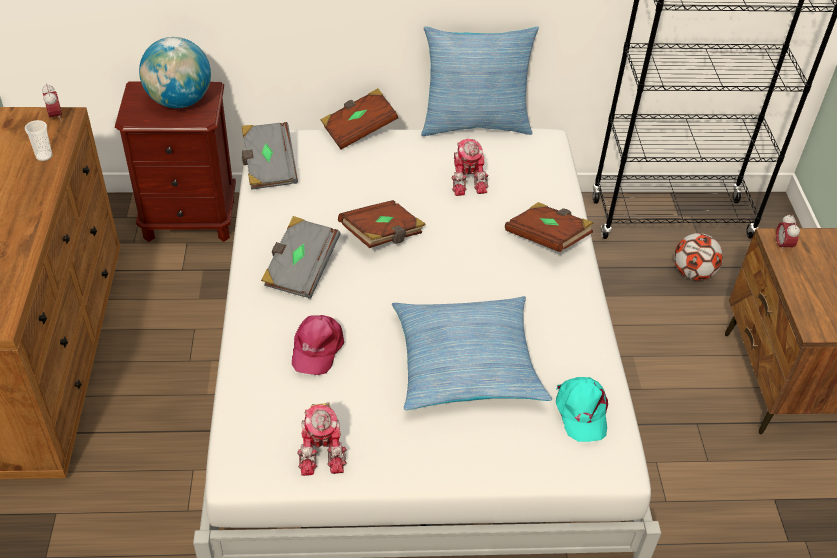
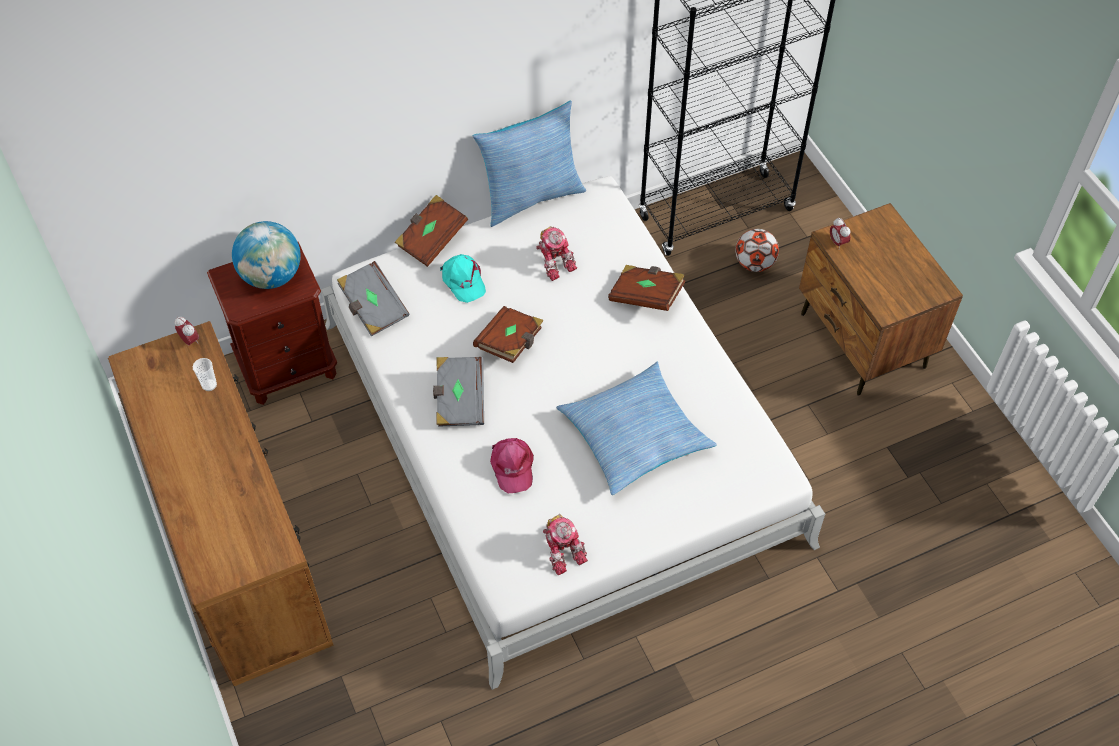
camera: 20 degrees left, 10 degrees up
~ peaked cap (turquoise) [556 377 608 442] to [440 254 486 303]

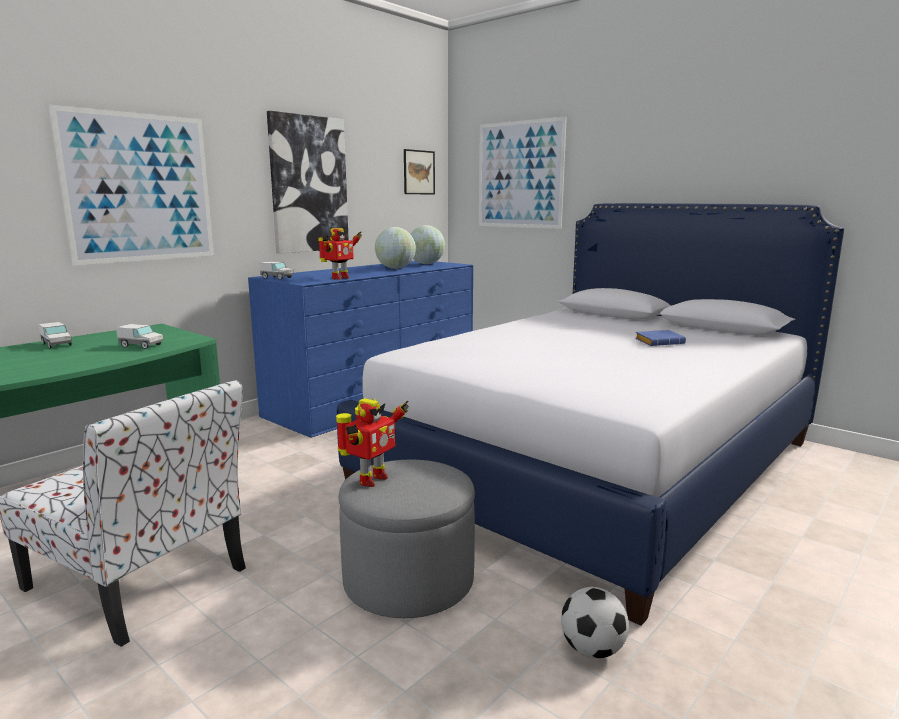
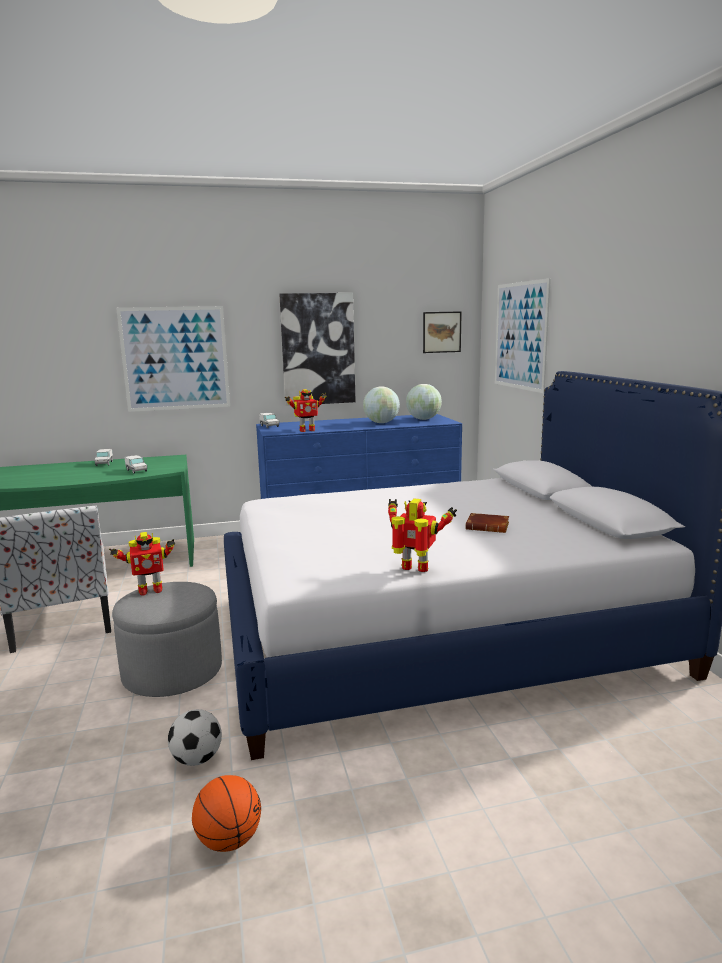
camera: 35 degrees right, 0 degrees up
~ volume (bluish) [635 330 686 346] to volume (brownish) [465 513 509 533]
+ model robot [388 498 457 572]
+ basketball ball [192 775 261 852]

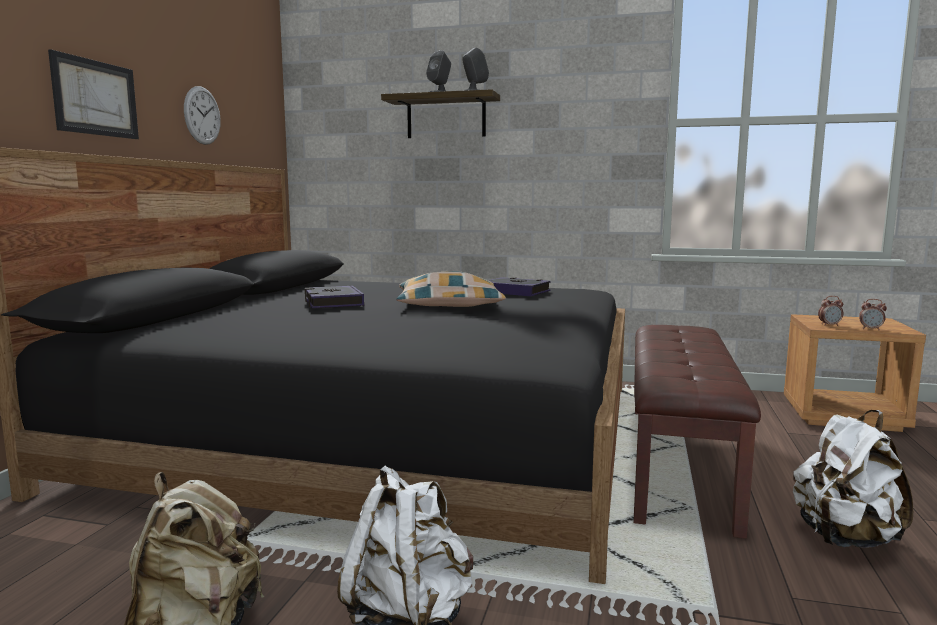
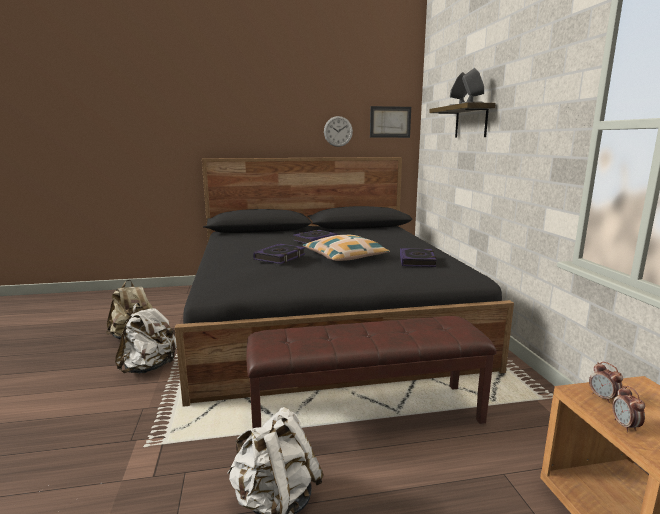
camera: 65 degrees right, 5 degrees up
~ wall art [48 49 139 139] to [370 106 411 138]
+ volume [253 244 305 264]

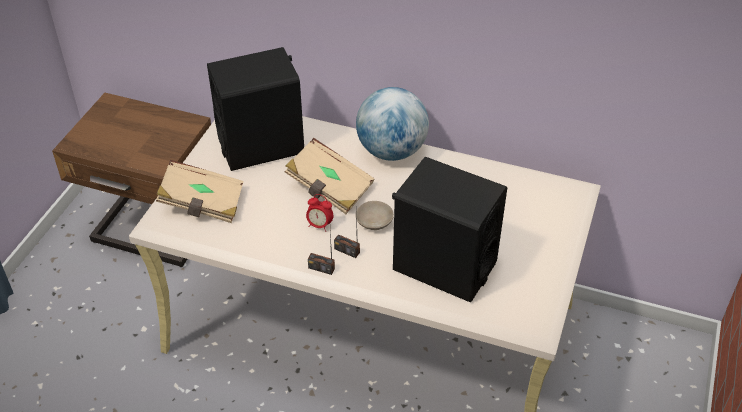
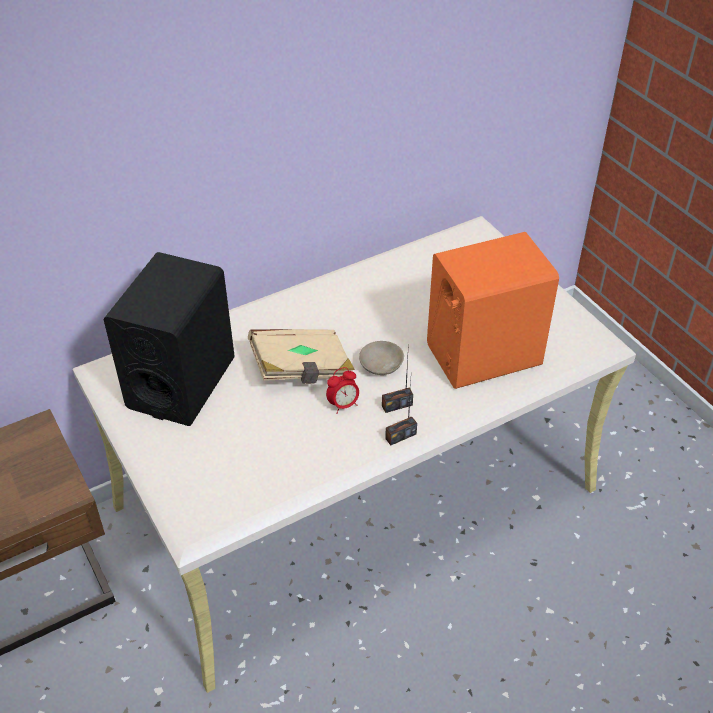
camera: 50 degrees left, 0 degrees up
- desk globe [356 87 429 161]
~ loudspeaker (black) [392 157 507 302] to loudspeaker (orange-coloured) [427 232 559 389]
- volume (beige-coloured) [156 160 244 223]

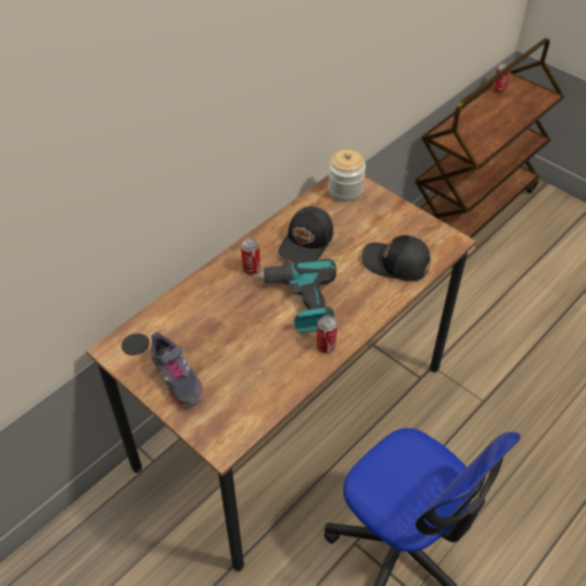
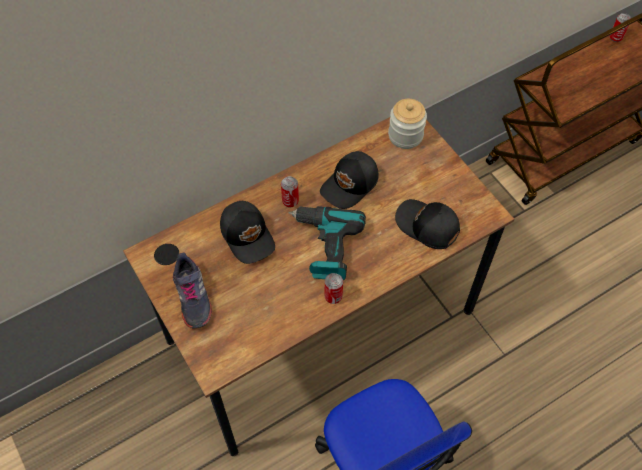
camera: 15 degrees right, 10 degrees up
+ peaked cap (black) [220 201 275 264]

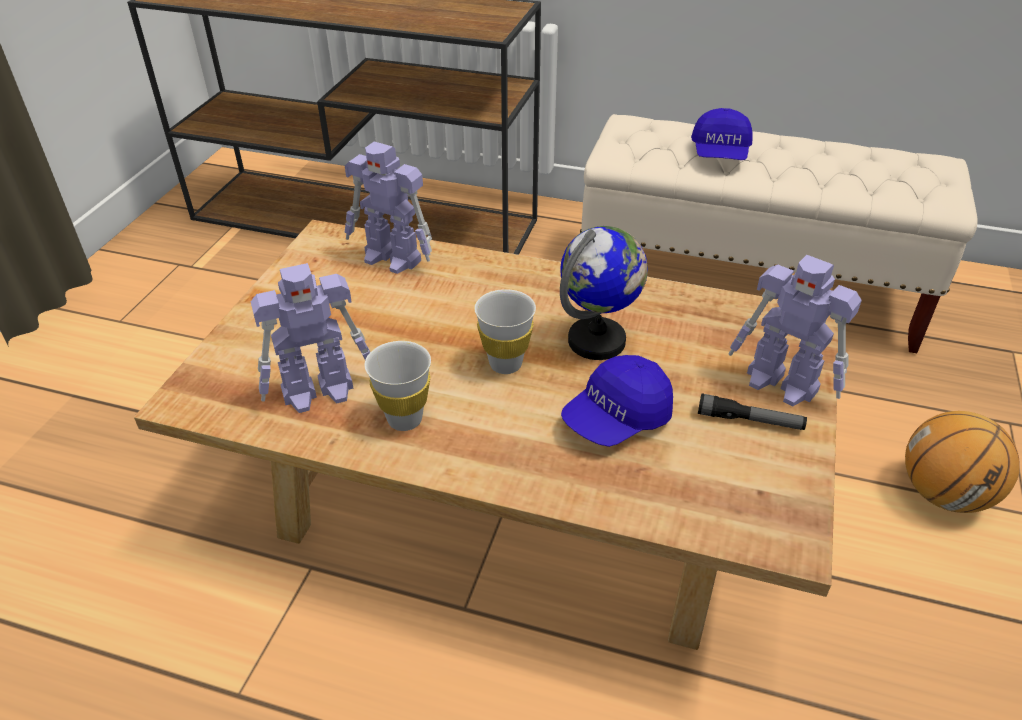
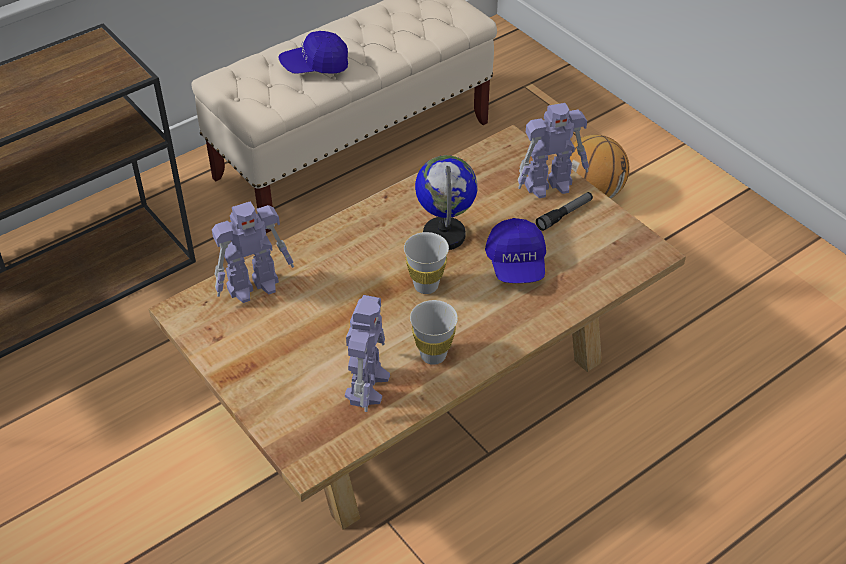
camera: 55 degrees left, 5 degrees up
~ peaked cap (bluish) [691 108 753 160] = [278 31 348 74] 120 degrees clockwise

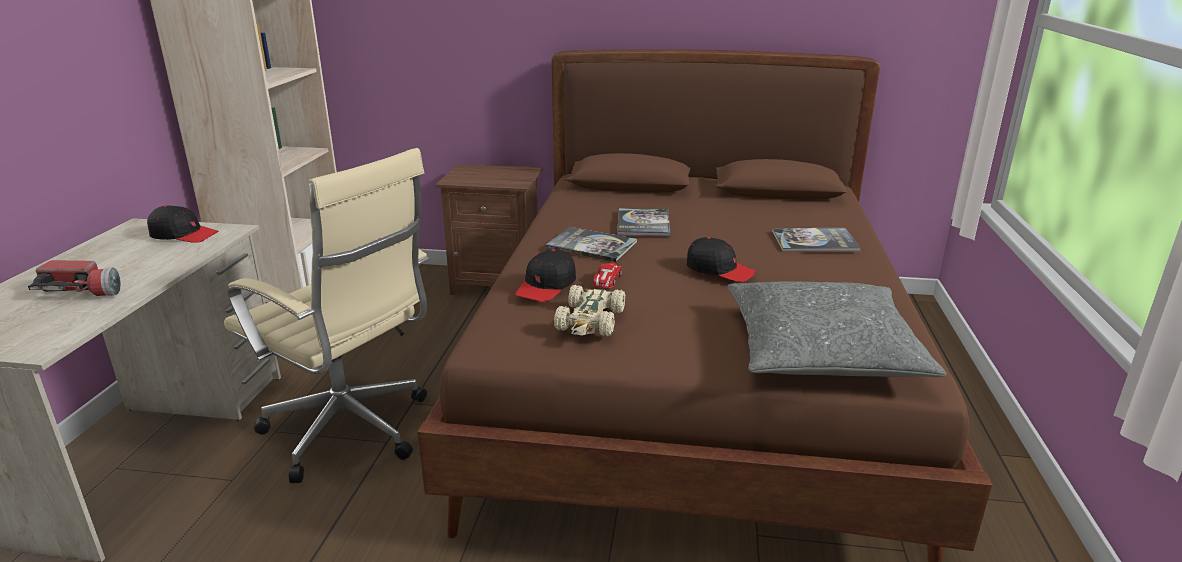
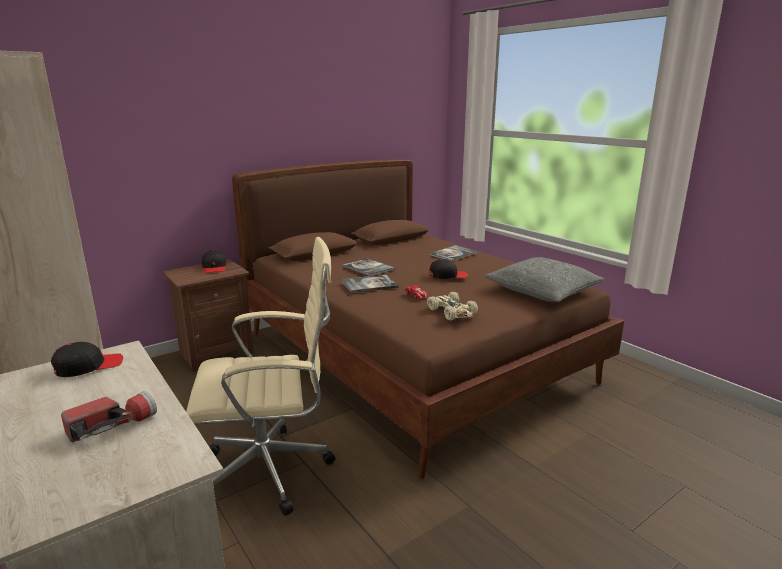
camera: 45 degrees left, 5 degrees down
~ peaked cap (black) [515 249 576 302] to [202 250 226 273]

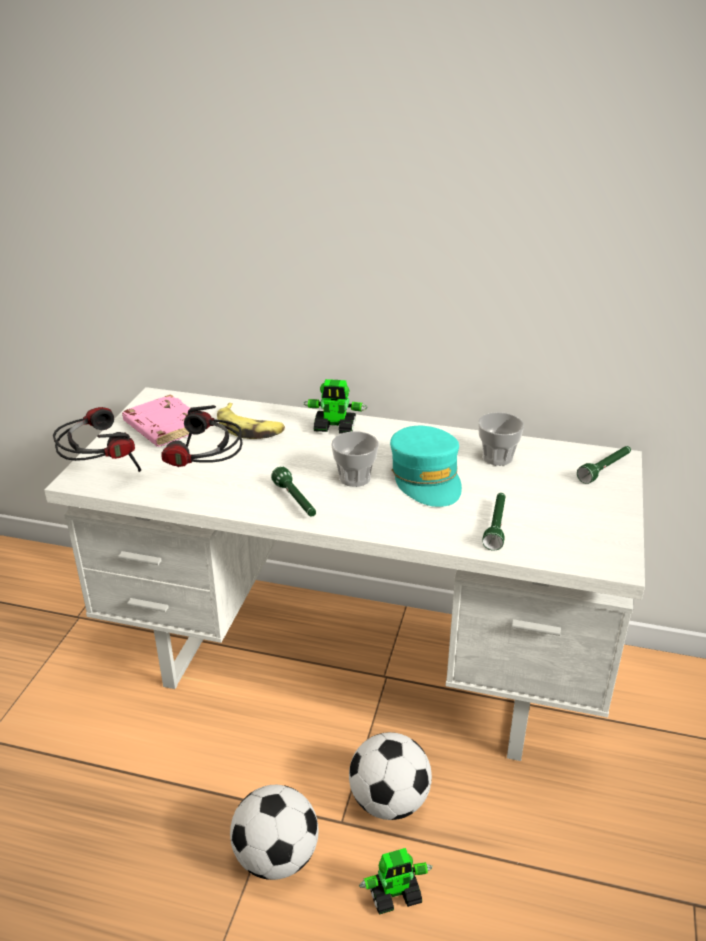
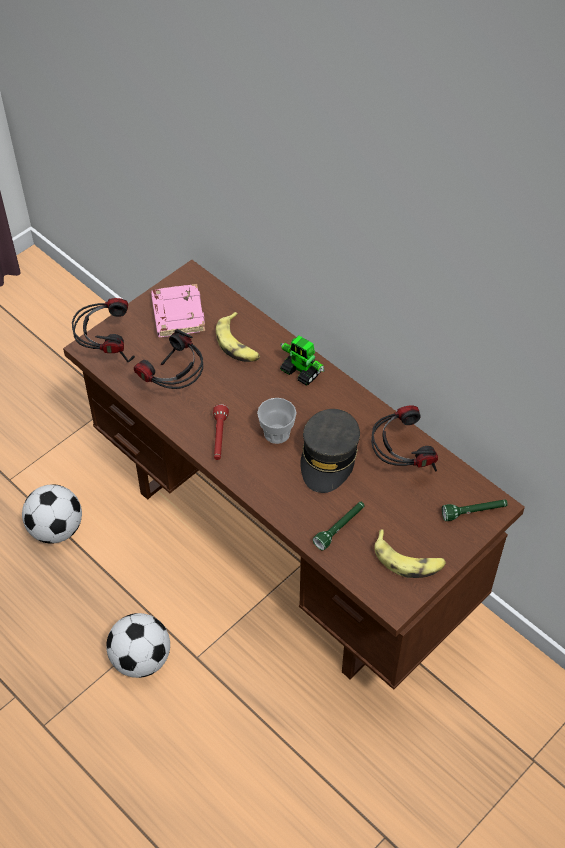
camera: 30 degrees right, 20 degrees up
~ desk (whitish) [44 387 645 761] to desk (brownish) [63 260 525 690]
~ cup [478 412 524 466] to headphones [371 405 438 472]
~ peaked cap (turquoise) [390 426 462 507] to peaked cap (greyish) [300 409 360 493]
~ torch (greenish) [271 466 316 517] to torch (reddish) [213 404 229 460]
~ ball for football [349 732 432 820] to [22 484 82 543]
- model robot [359 848 433 915]
+ banana [375 529 446 578]

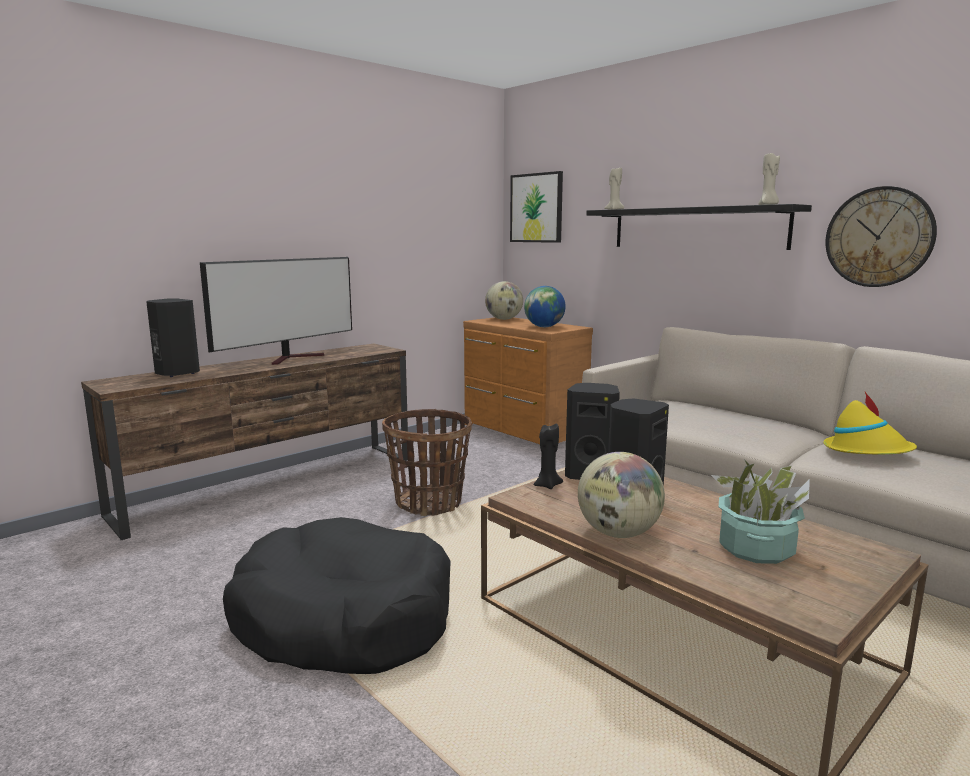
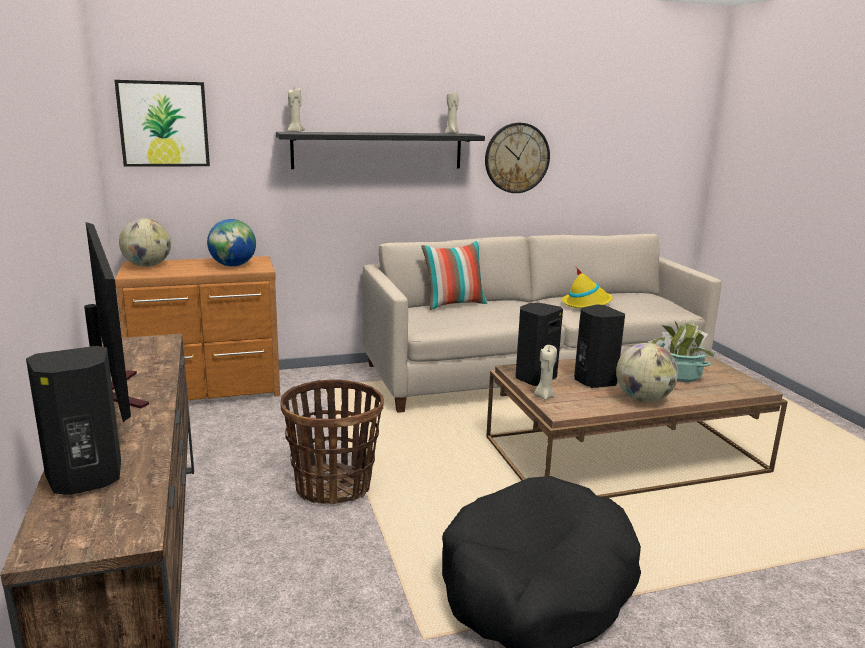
camera: 65 degrees left, 5 degrees up
~ wax light (black) [534 424 563 489] to wax light (beige-coloured) [534 345 557 400]
+ throw pillow [421 240 487 310]

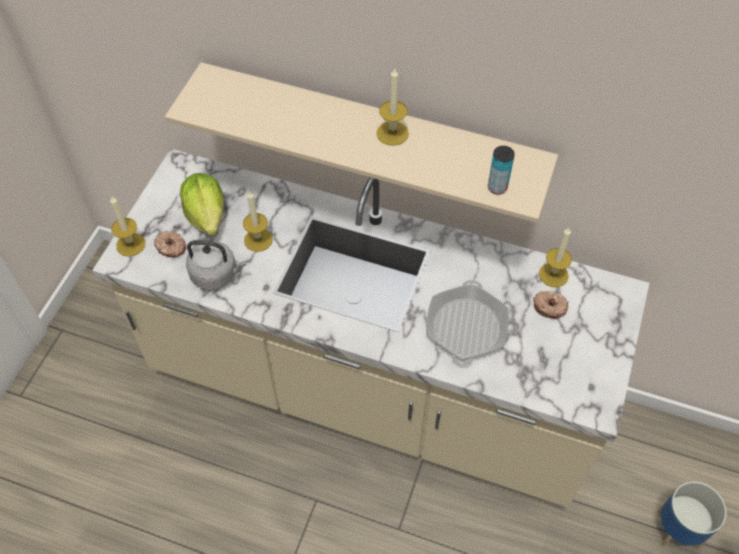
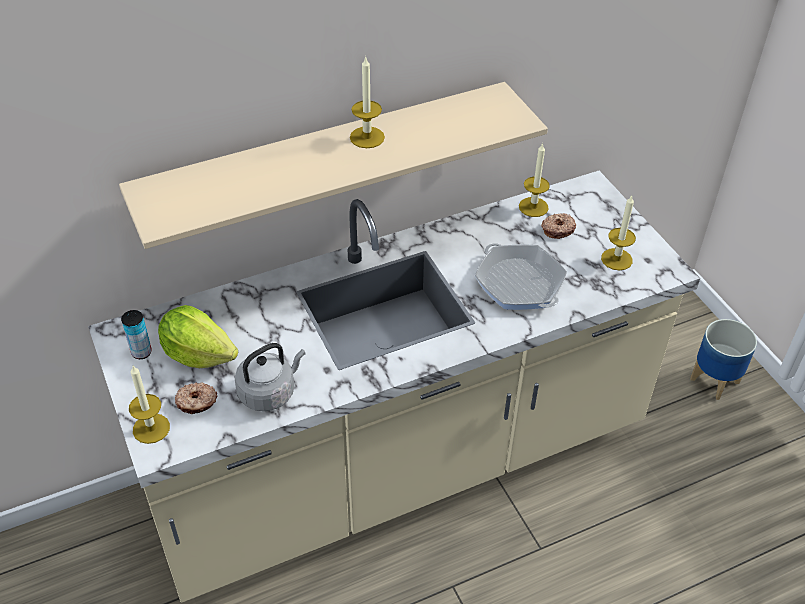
camera: 45 degrees left, 10 degrees down
~ sealed can [488 146 515 195] to [121 310 152 359]
~ wax light [243 191 273 252] to [601 195 636 271]

